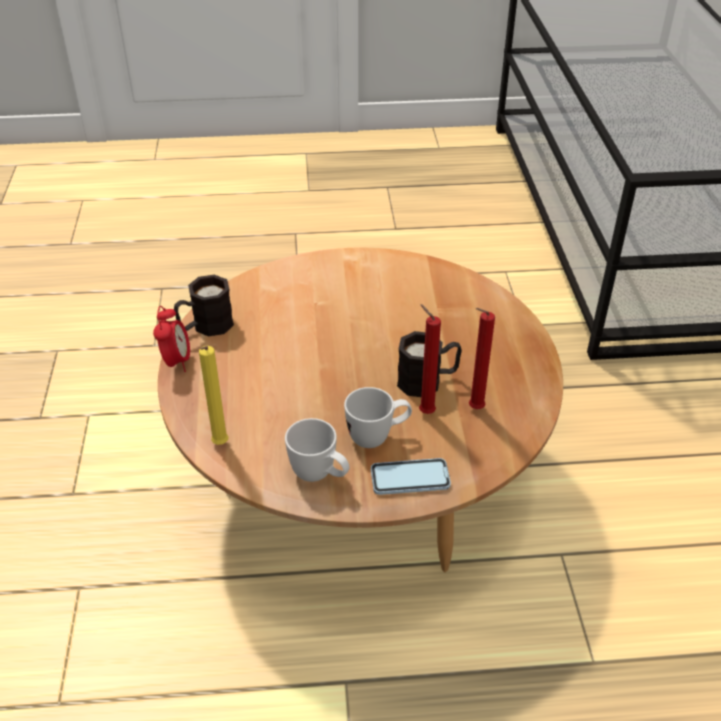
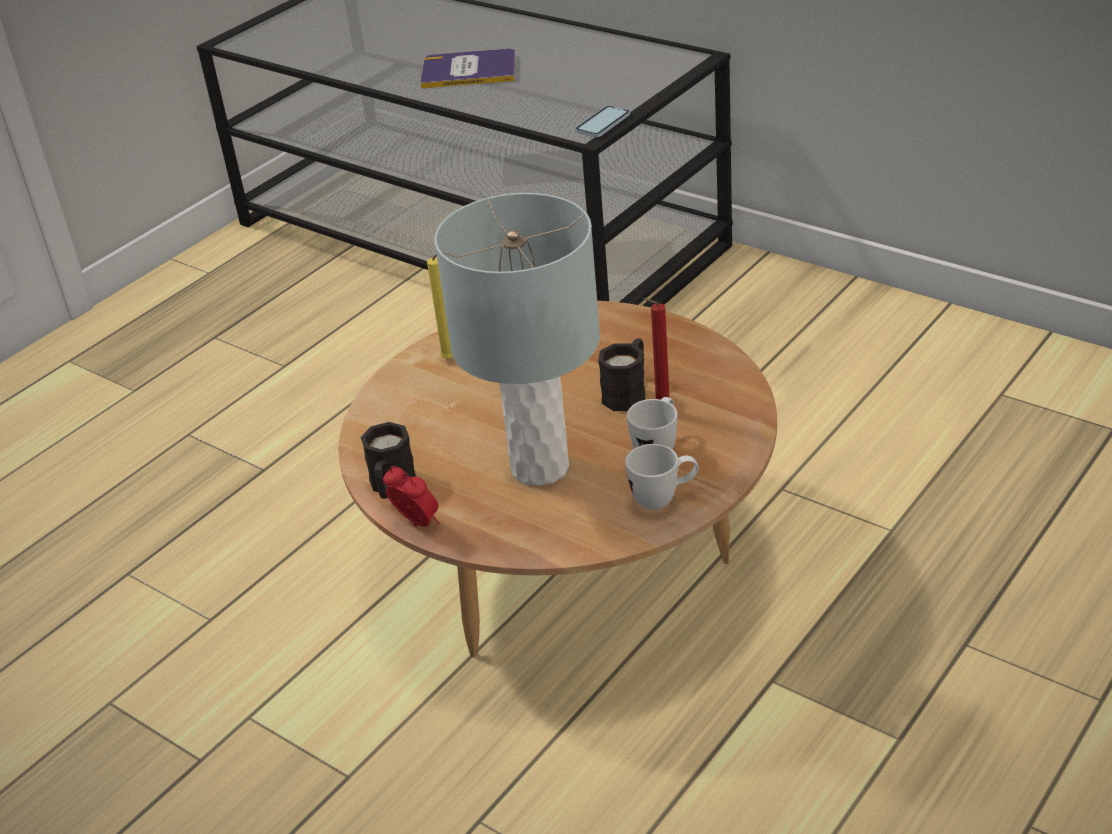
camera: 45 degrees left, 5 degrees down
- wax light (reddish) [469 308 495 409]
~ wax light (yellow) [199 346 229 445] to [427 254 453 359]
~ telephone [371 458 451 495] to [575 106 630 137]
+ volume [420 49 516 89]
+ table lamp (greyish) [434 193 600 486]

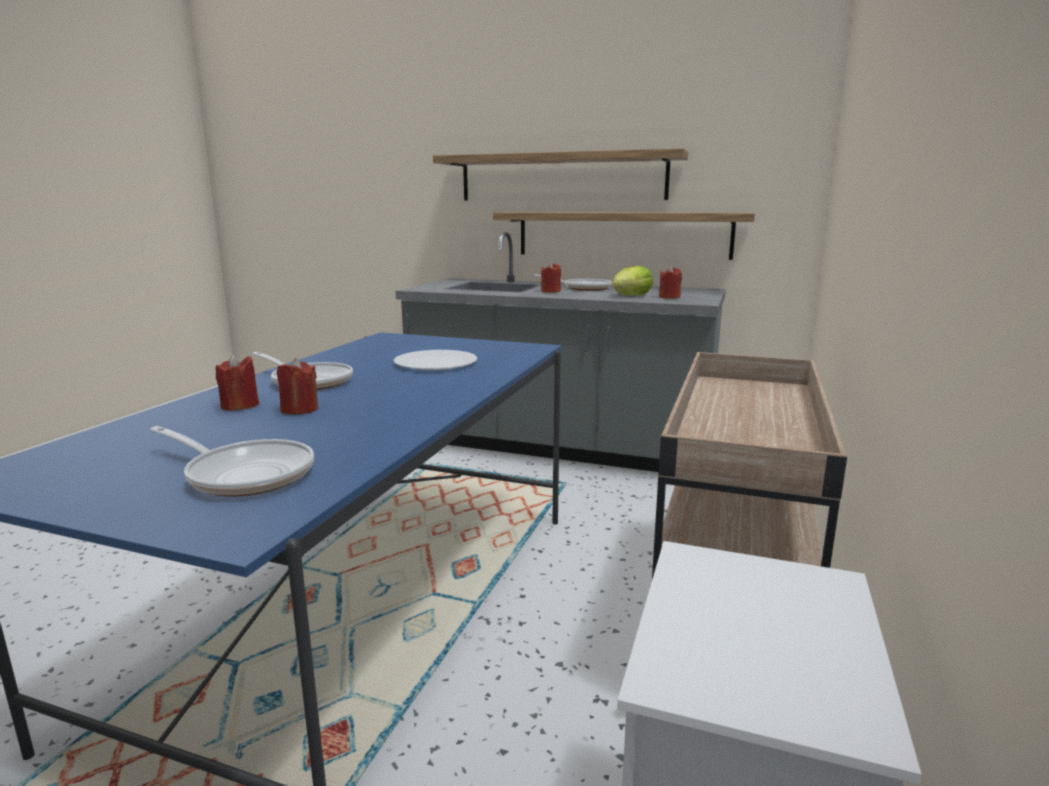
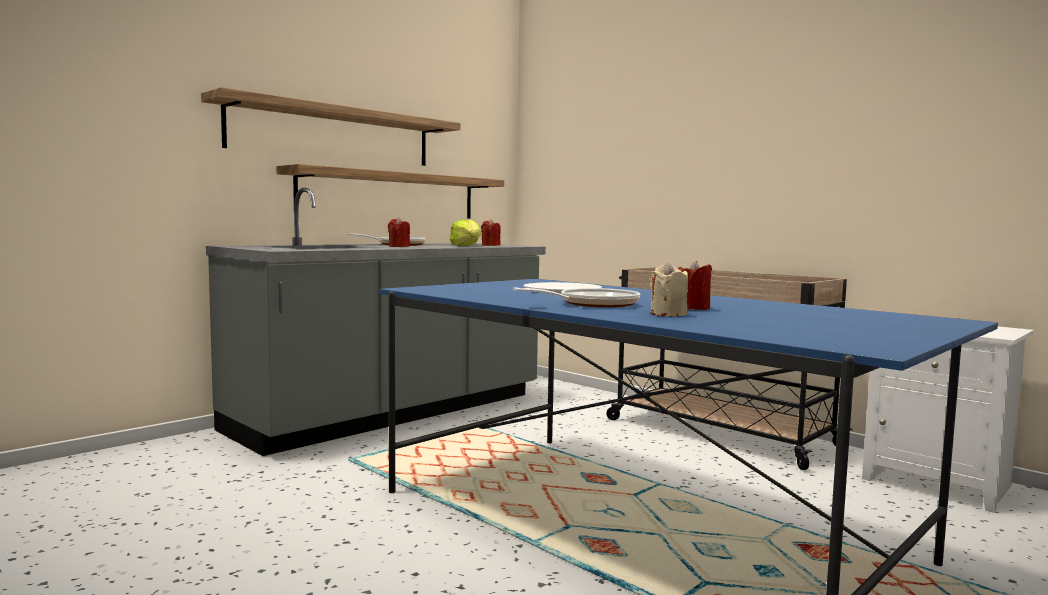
camera: 65 degrees left, 10 degrees down
~ wax light (reddish) [215 354 259 411] to wax light (beige-coloured) [650 262 688 317]
- skillet [150 426 314 496]

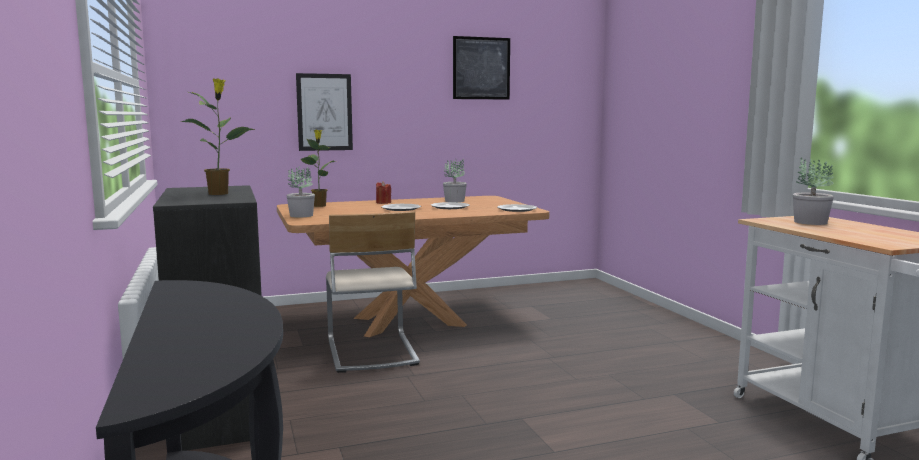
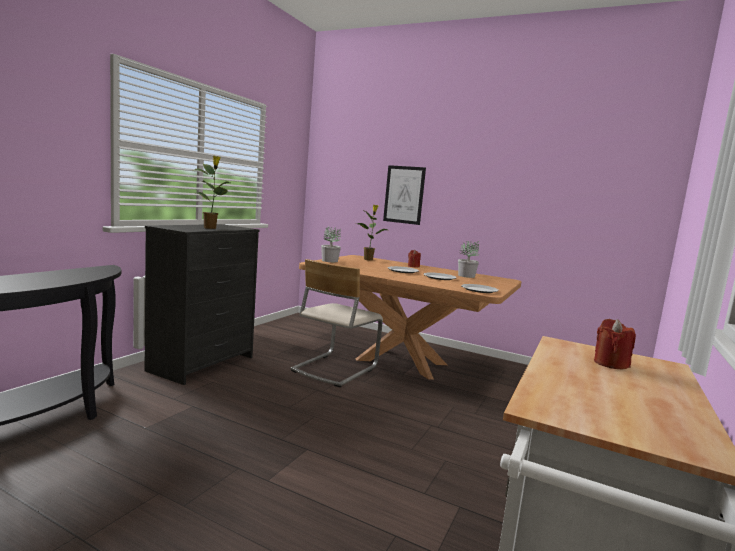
camera: 45 degrees right, 0 degrees up
- wall art [453 36 510 100]
~ plant in a pot [793 157 834 225] to wax light (reddish) [594 319 636 369]

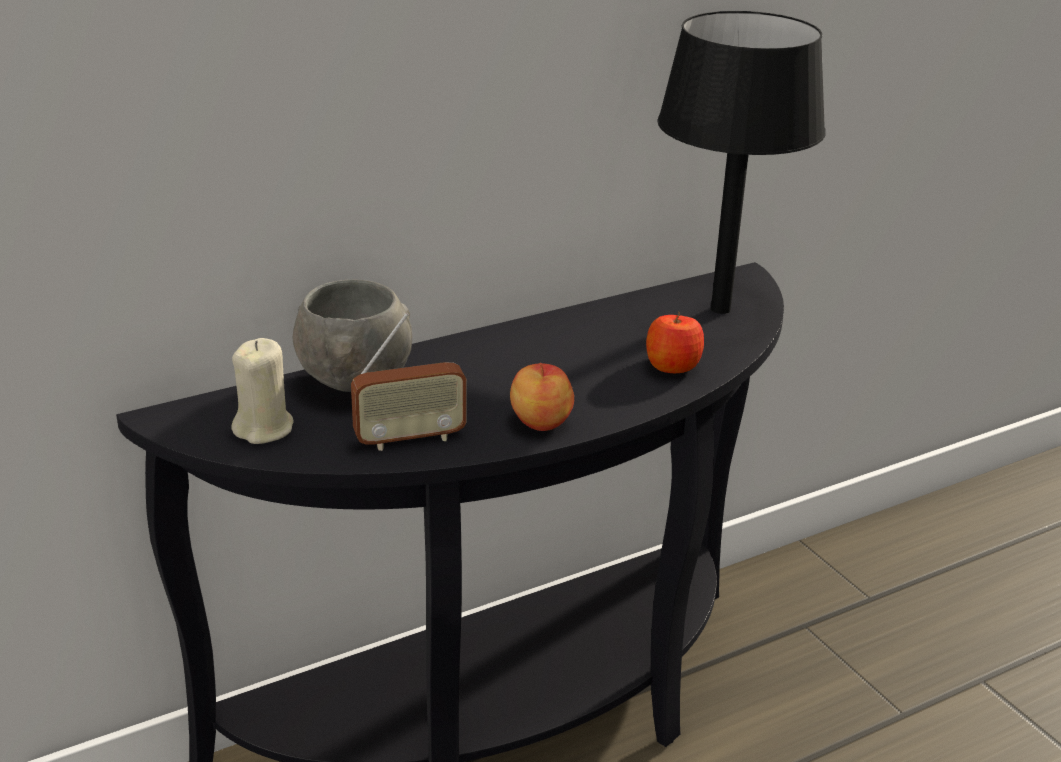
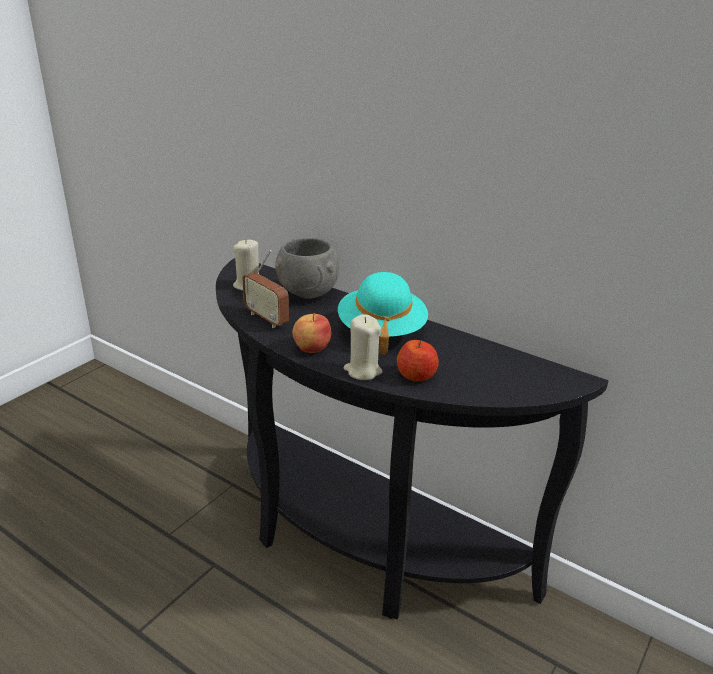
camera: 65 degrees right, 0 degrees up
- table lamp (black) [657 11 826 314]
+ hat (turquoise) [338 272 428 355]
+ wax light (beige-coloured) [344 314 383 380]

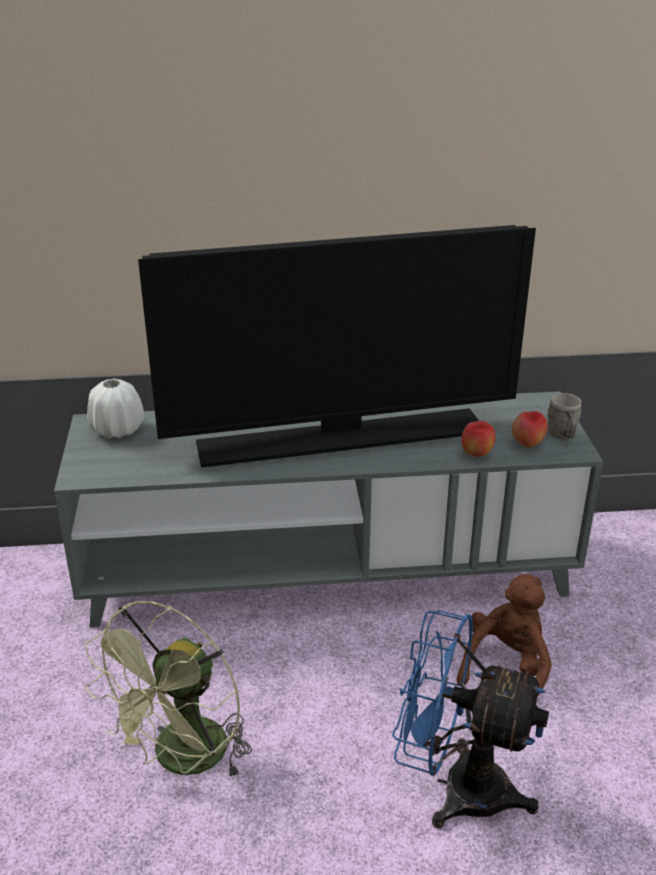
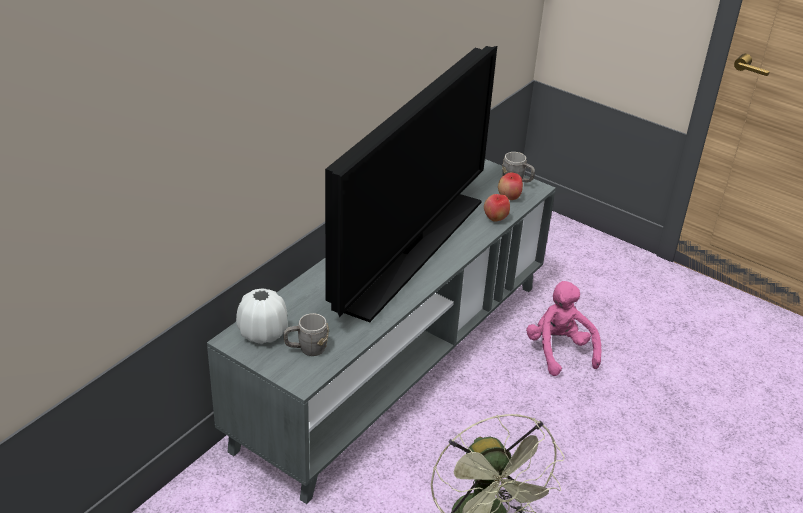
camera: 50 degrees left, 5 degrees up
~ plush toy (brownish) [457 574 552 697] to plush toy (pinkish) [526 281 602 376]
- electric fan (bluish) [392 610 549 828]
+ coffee mug (greyish) [283 313 329 356]

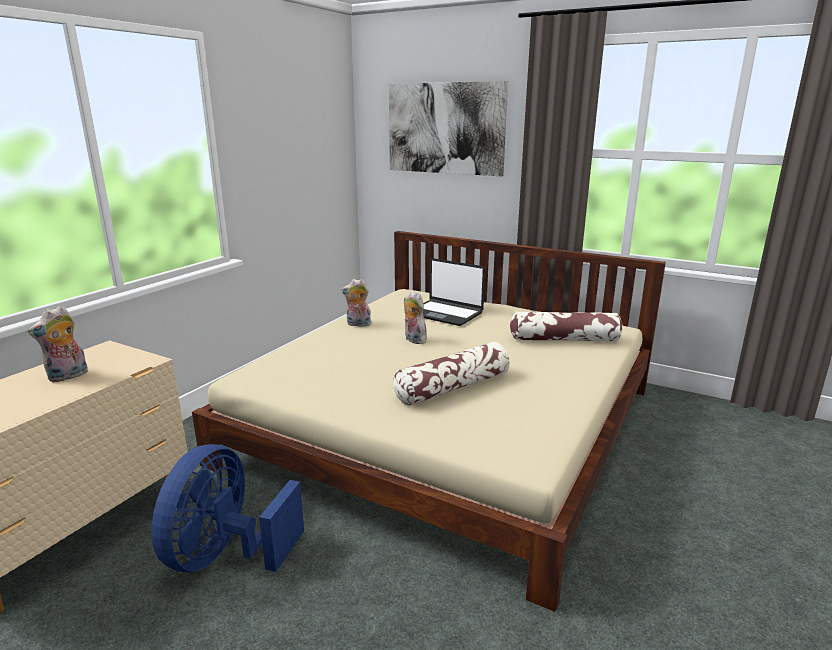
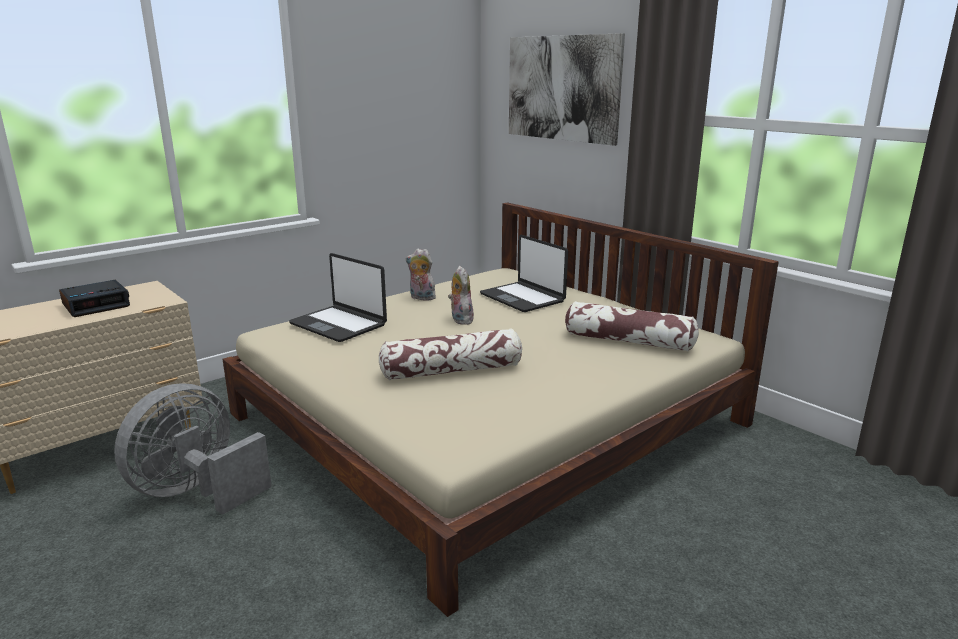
camera: 20 degrees right, 0 degrees up
~ plush toy [28 306 88 382] to bedside clock [59 280 130 317]
~ electric fan (bluish) [152 444 304 572] to electric fan (greyish) [114 383 272 515]
+ notebook computer [289 253 387 342]

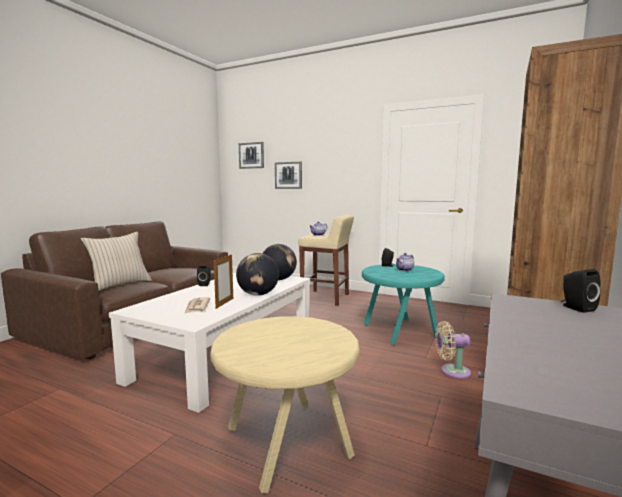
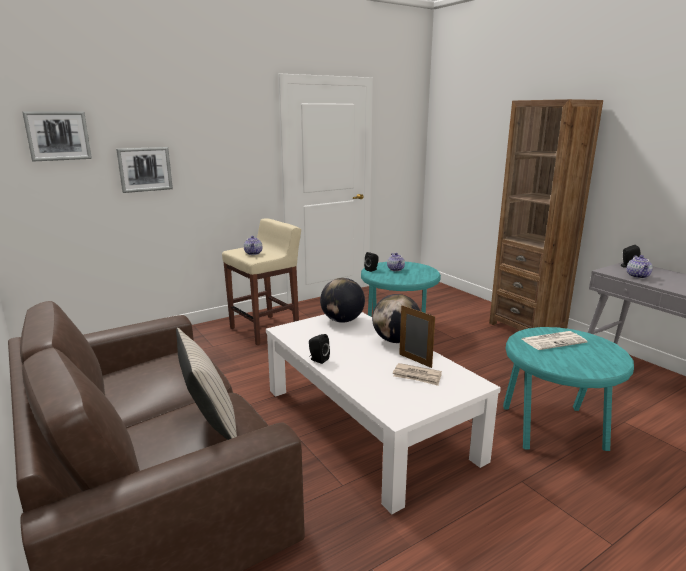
camera: 60 degrees left, 10 degrees up
~ accent table (beige-coloured) [210 316 359 493] to accent table (turquoise) [503 327 634 451]
- electric fan (beige-coloured) [435 321 471 379]
+ teapot [626 255 653 279]
+ printed paper [522 331 587 350]

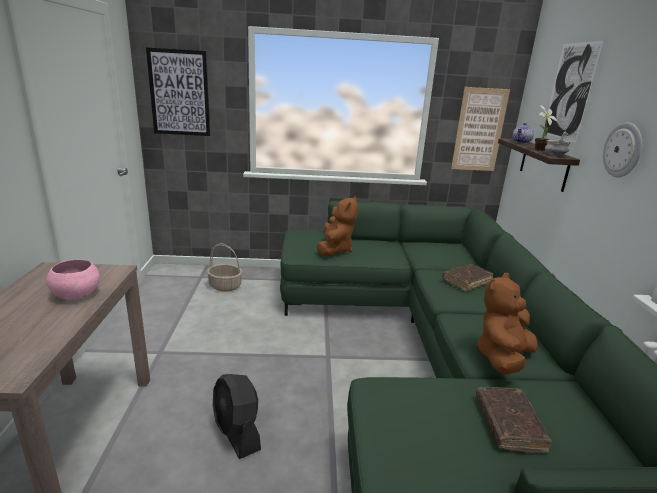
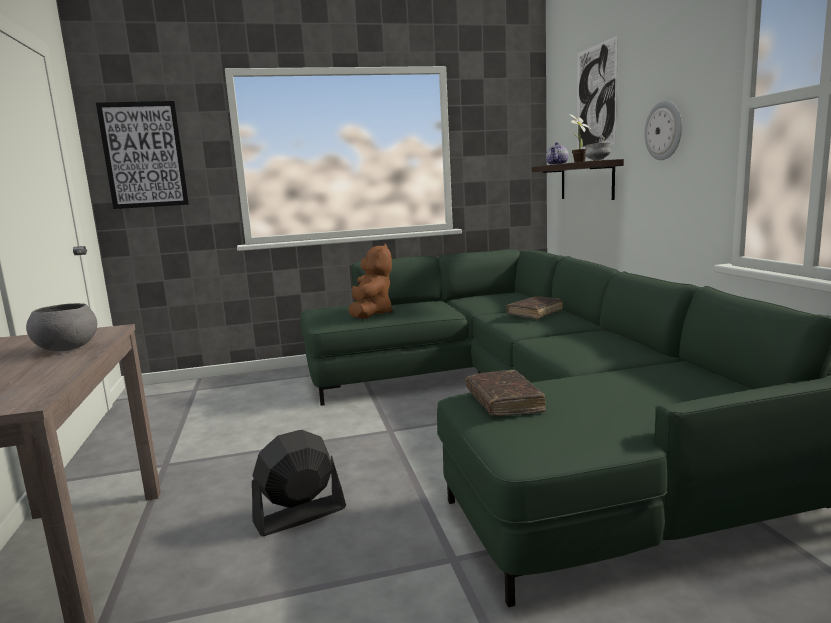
camera: 10 degrees left, 10 degrees down
- wall art [451 87 510 171]
- storage basket [207 244 242 292]
~ bowl (pinkish) [46 259 100 299] to bowl (greyish) [26 303 97 351]
- plush toy (brownish) [476 273 538 375]
~ electric fan (black) [213 374 261 459] = [252 430 346 536] 105 degrees clockwise
~ volume (brownish) [476 387 552 453] to [466 370 546 416]

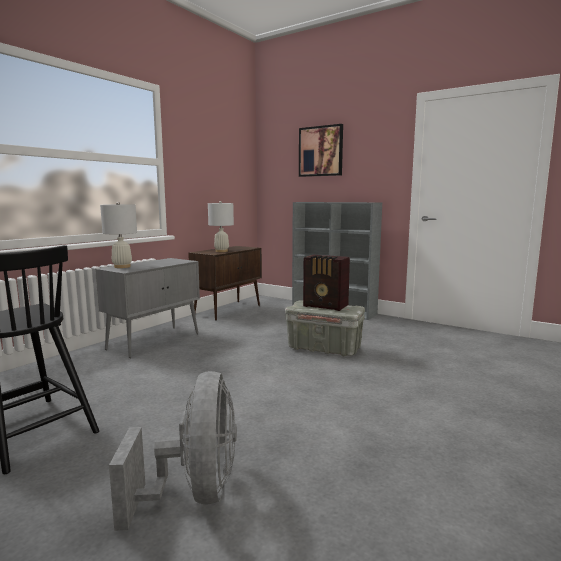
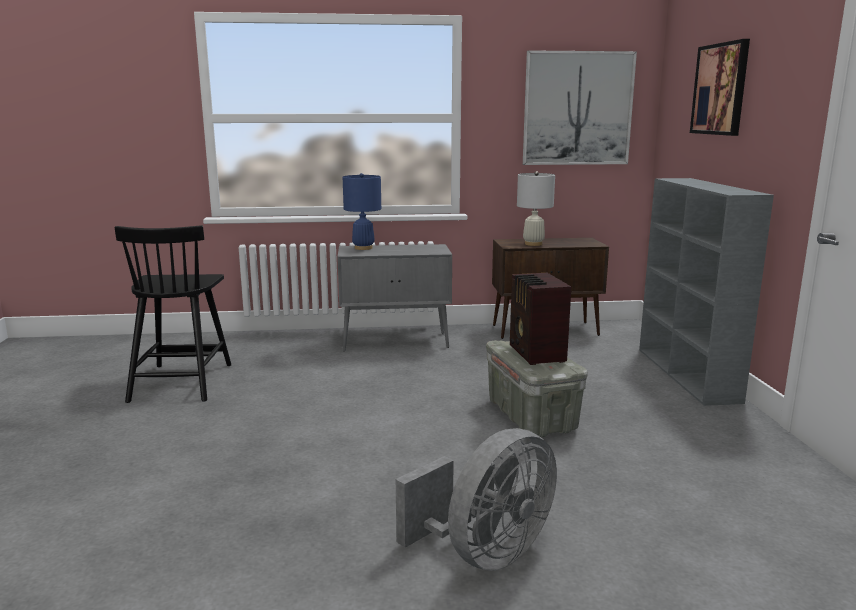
camera: 50 degrees right, 5 degrees up
~ table lamp (whitish) [100 202 137 268] to table lamp (bluish) [343 173 381 250]
~ electric fan (greyish) [109 371 237 531] to [396 428 557 571]
+ wall art [523 50 637 165]

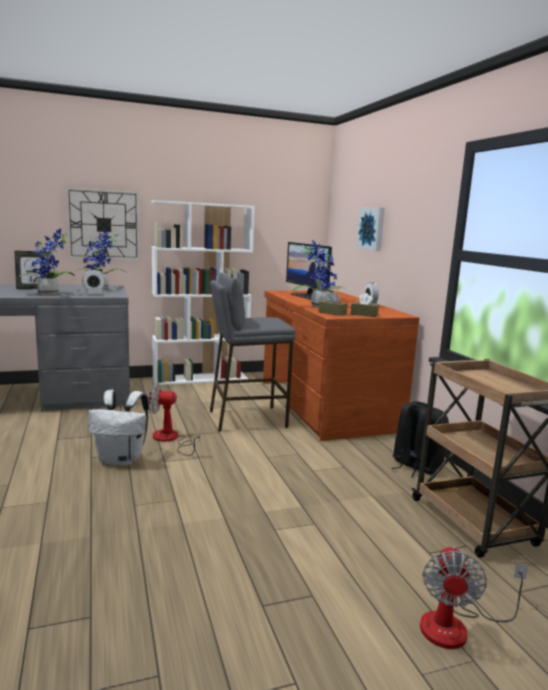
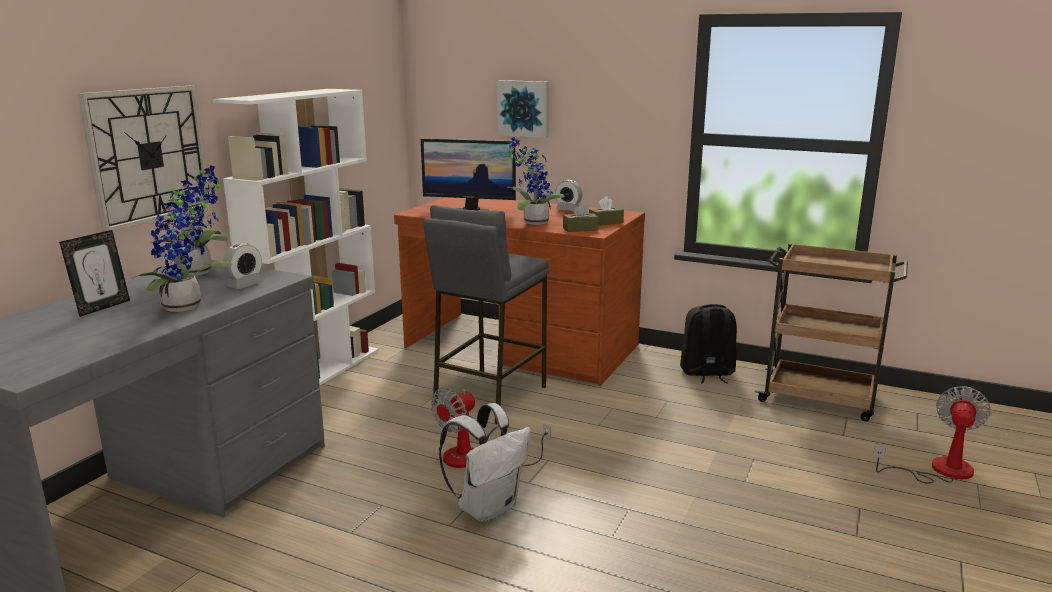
camera: 45 degrees left, 5 degrees up
~ electric fan [420 546 528 649] = [873 386 991 484] 120 degrees counterclockwise

